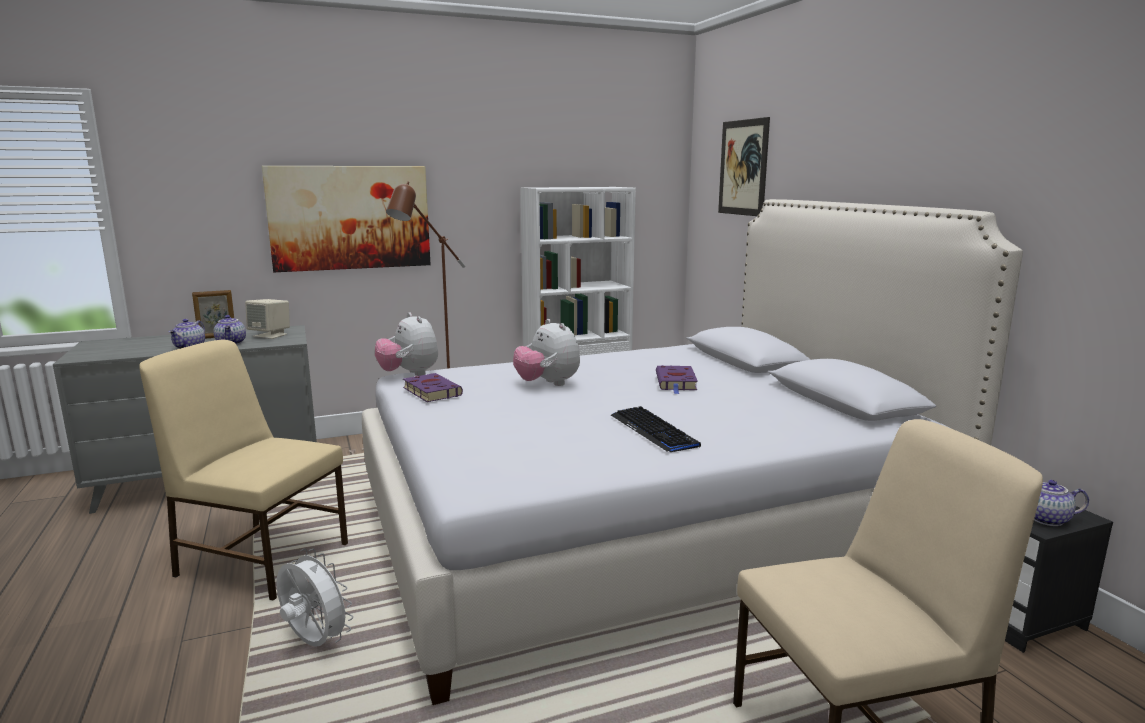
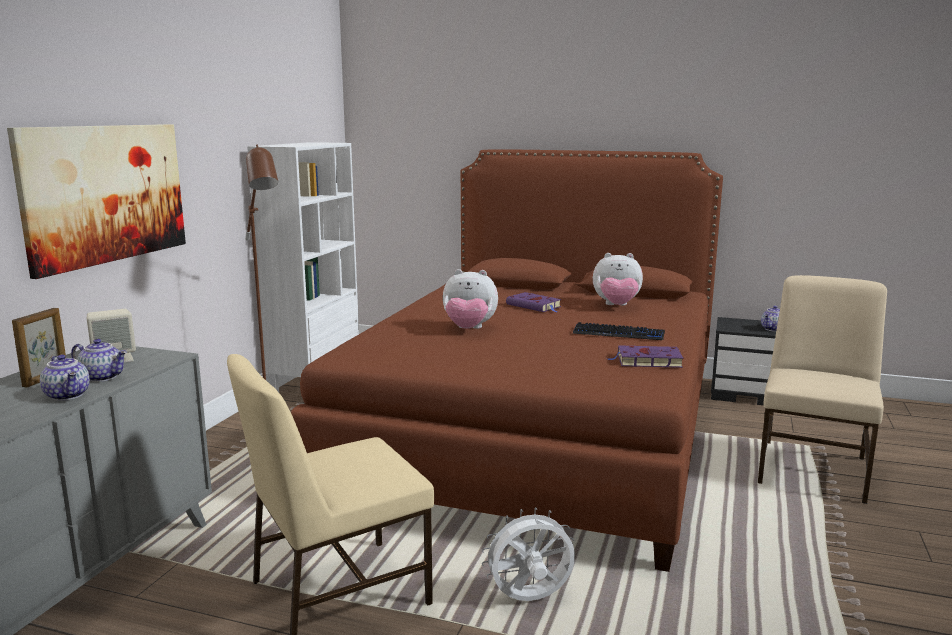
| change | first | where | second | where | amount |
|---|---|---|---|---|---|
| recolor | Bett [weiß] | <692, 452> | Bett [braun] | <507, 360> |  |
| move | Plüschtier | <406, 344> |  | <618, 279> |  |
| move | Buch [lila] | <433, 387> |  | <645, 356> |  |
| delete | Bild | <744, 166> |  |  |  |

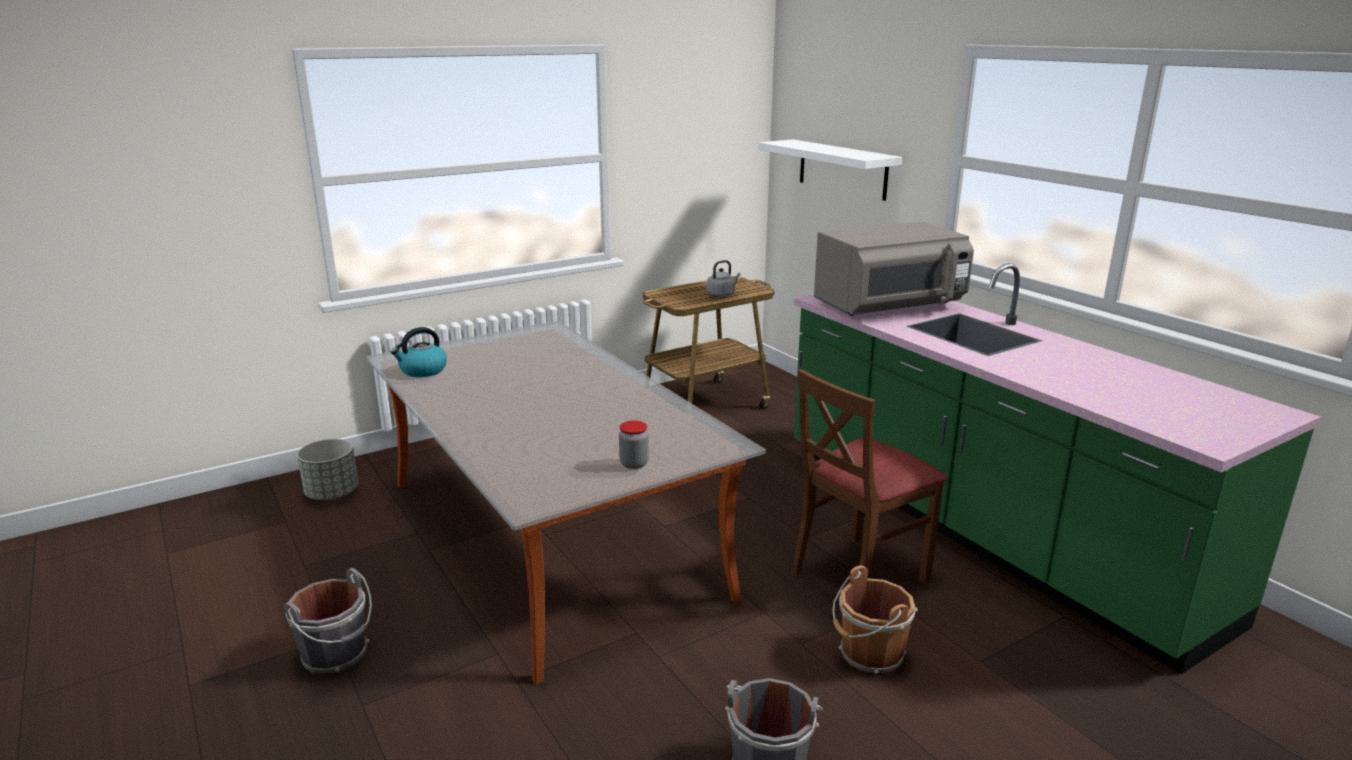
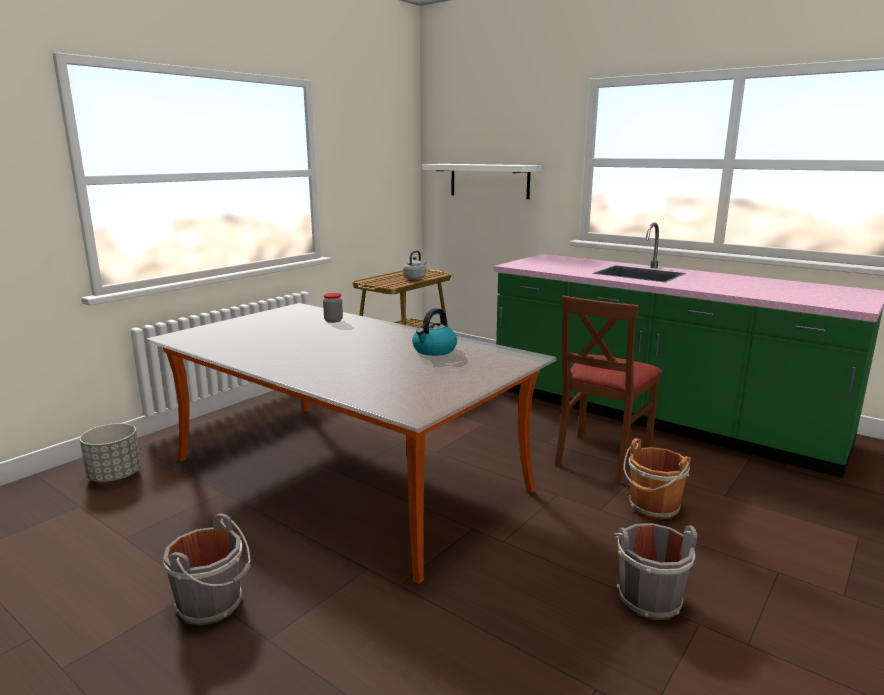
| change | first | where | second | where | amount |
|---|---|---|---|---|---|
| move | Wasserkessel | <418, 352> |  | <434, 332> |  |
| move | Vorratsglas | <634, 445> |  | <333, 308> |  |
| delete | Mikrowelle [grau] | <894, 269> |  |  |  |

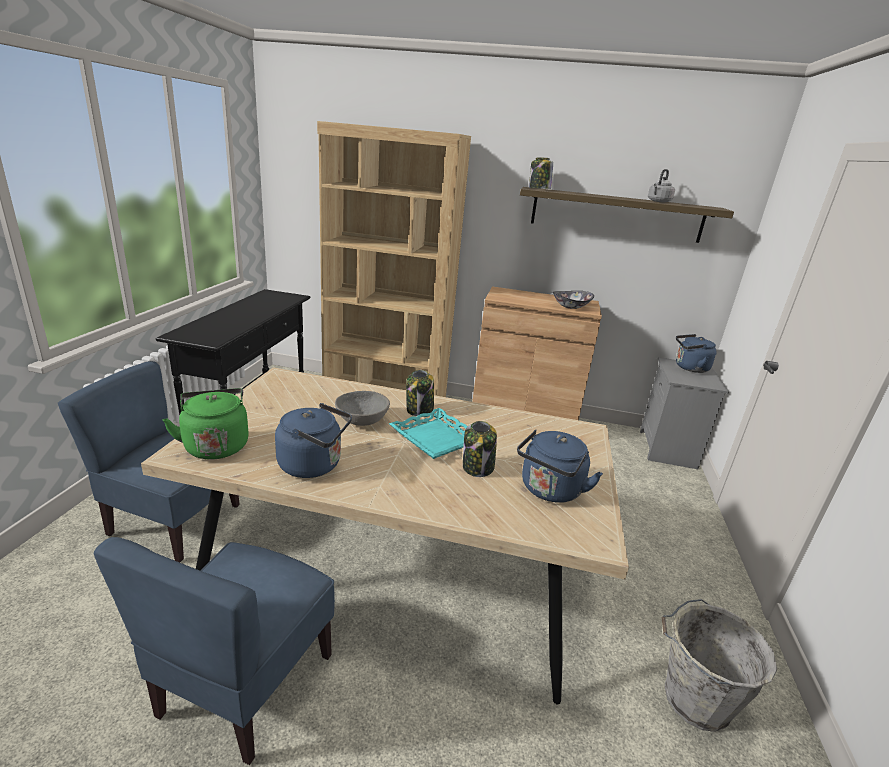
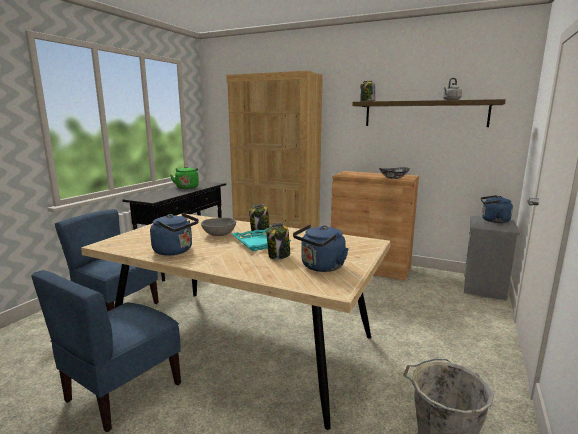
| change | first | where | second | where | amount |
|---|---|---|---|---|---|
| move | Wasserkessel [grün] | <206, 424> |  | <184, 177> |  |

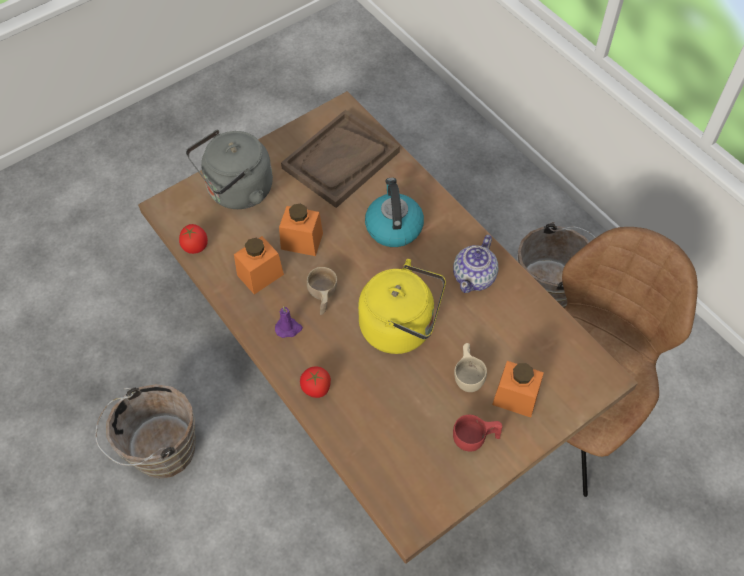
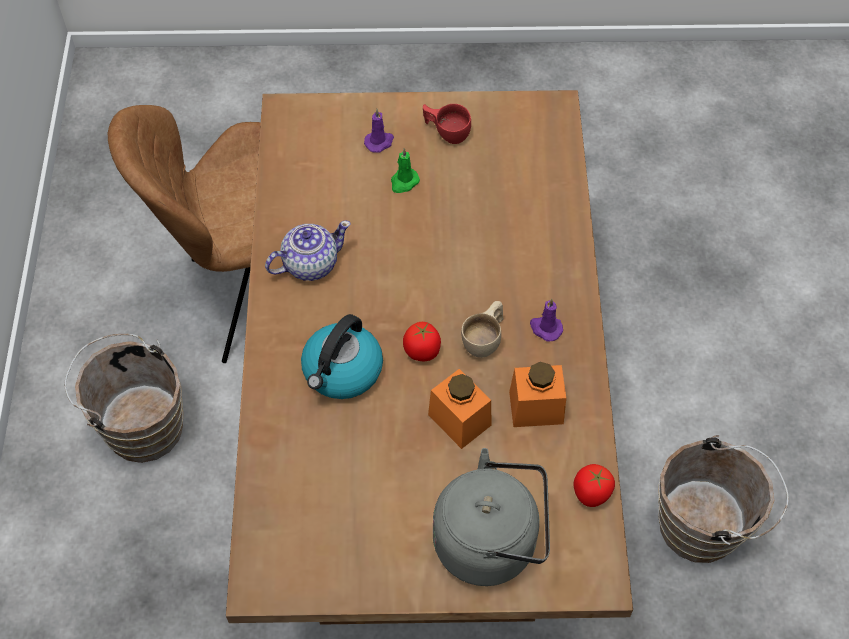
| change | first | where | second | where | amount |
|---|---|---|---|---|---|
| delete | Tablett [braun] | <340, 159> |  |  |  |
| move | Tomate | <315, 382> |  | <422, 341> |  |
| delete | Wasserkessel [gelb] | <402, 306> |  |  |  |
| replace | Tasse [beige] | <470, 367> | Kerze [grün] | <405, 170> |  |
| replace | Vorratsglas [orange] | <518, 389> | Kerze [lila] | <379, 130> |  |

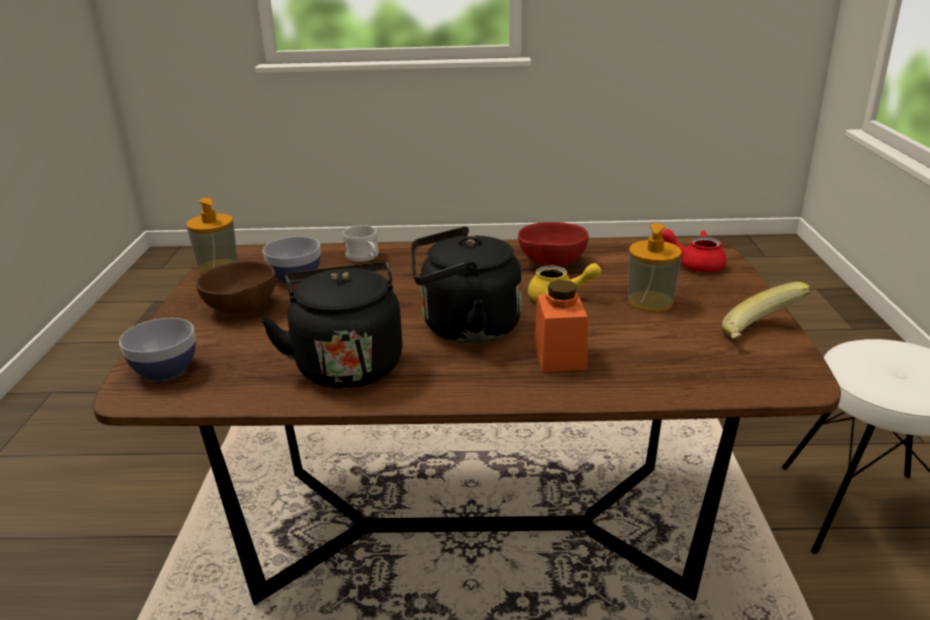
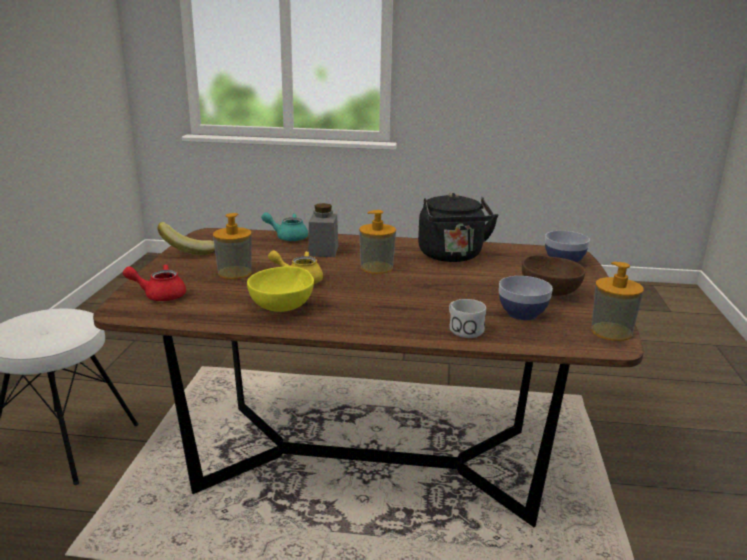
| change | first | where | second | where | amount |
|---|---|---|---|---|---|
| replace | Wasserkessel [schwarz] | <467, 285> | Seifenspender | <377, 242> |  |
| recolor | Schüssel [rot] | <553, 244> | Schüssel [gelb] | <280, 289> |  |
| recolor | Vorratsglas [orange] | <561, 326> | Vorratsglas [grau] | <323, 230> |  |
| rotate | Teekanne [rot] | <694, 250> |  | <154, 282> | 150 degrees clockwise |
| insert |  |  | Teekanne [türkis] | <284, 226> |  |

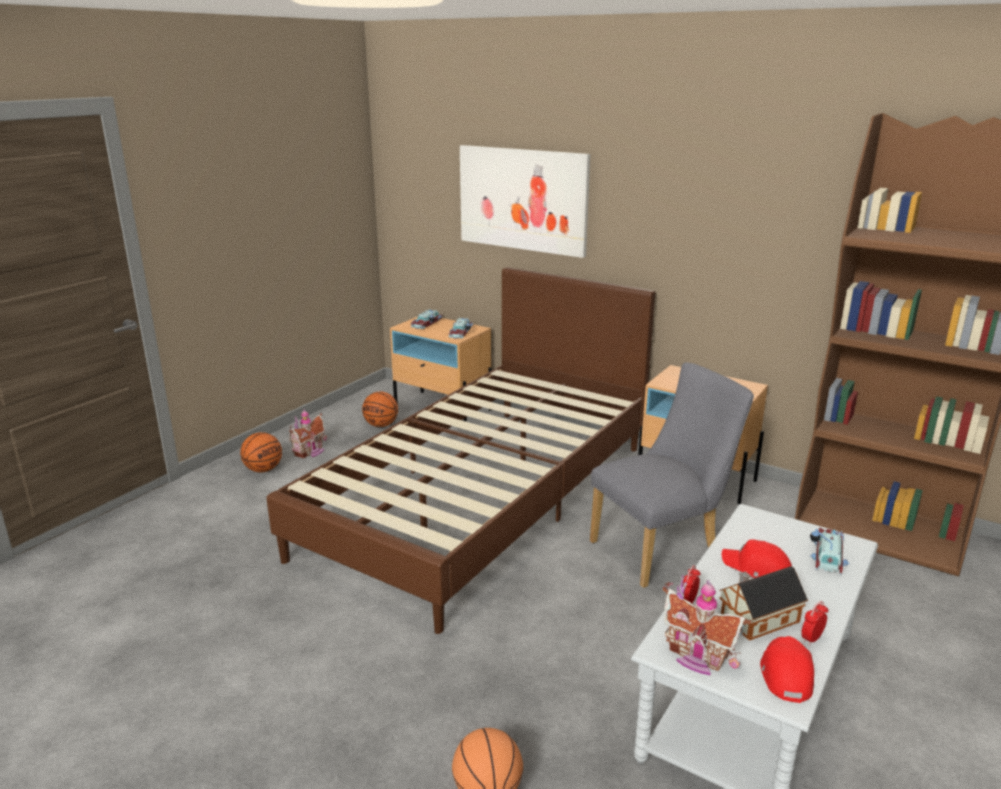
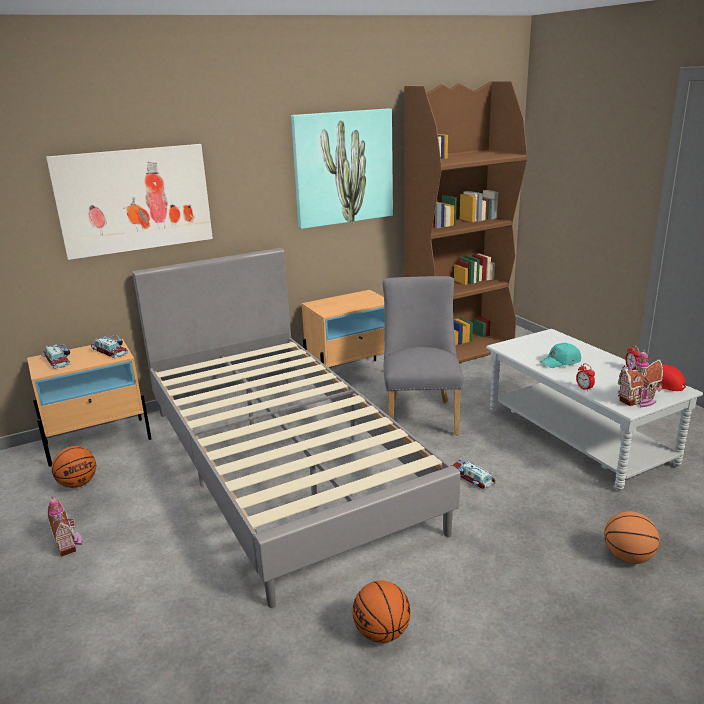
| change | first | where | second | where | amount |
|---|---|---|---|---|---|
| move | Basketball | <261, 452> |  | <382, 612> |  |
| recolor | Bett [braun] | <460, 450> | Bett [grau] | <296, 428> |  |
| delete | Spielzeughaus | <763, 603> |  |  |  |
| recolor | Kappe [rot] | <757, 558> | Kappe [türkis] | <560, 355> |  |
| move | Spielzeugauto | <830, 551> |  | <473, 475> |  |
| insert |  |  | Bild | <342, 169> |  |

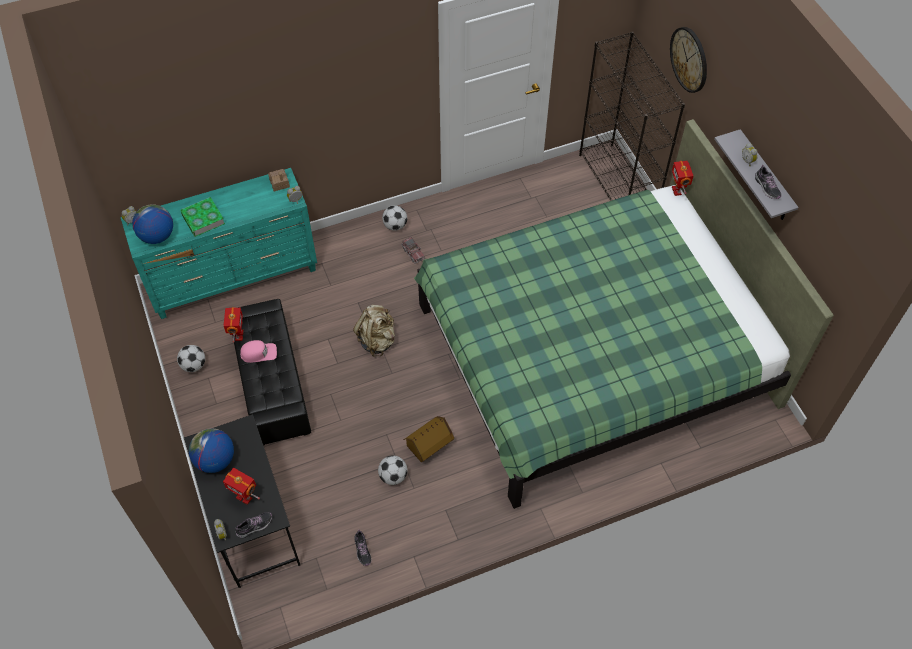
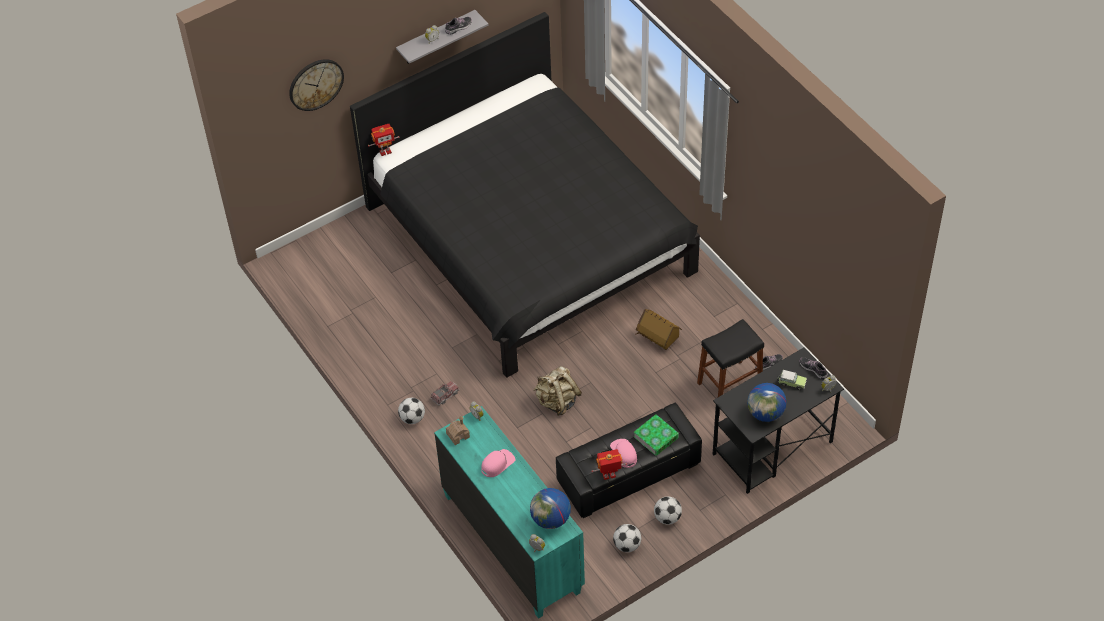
| change | first | where | second | where | amount |
|---|---|---|---|---|---|
| move | Buch | <202, 217> |  | <656, 435> |  |
| replace | Spielzeugroboter | <241, 486> | Spielzeugauto | <792, 380> |  |
| move | Fußball | <392, 470> |  | <668, 510> |  |
| recolor | Bett [grün] | <624, 314> | Bett [schwarz] | <525, 195> |  |
| delete | Bücherregal [schwarz] | <632, 116> |  |  |  |
| insert |  |  | Kappe [rosa] | <498, 463> |  |
| insert |  |  | Hocker [schwarz] | <730, 358> |  |

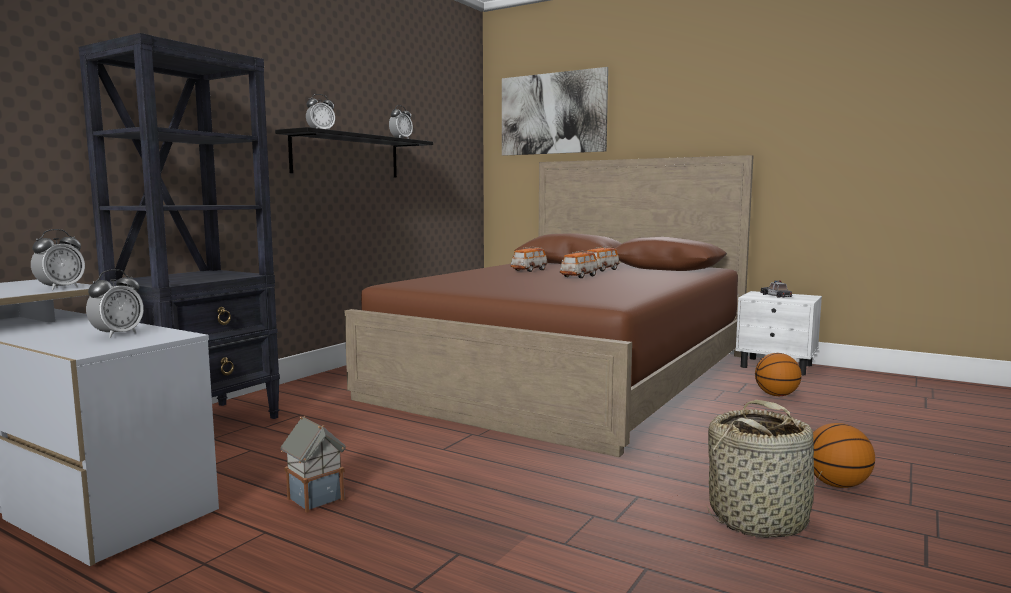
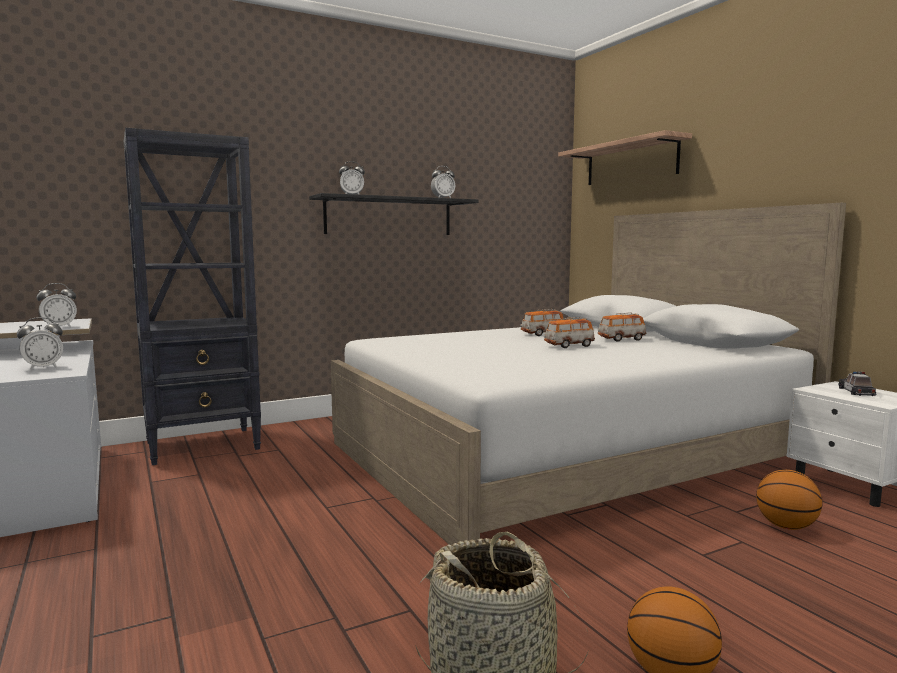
| change | first | where | second | where | amount |
|---|---|---|---|---|---|
| delete | Spielzeughaus | <313, 464> |  |  |  |
| recolor | Bett [braun] | <549, 306> | Bett [weiß] | <588, 374> |  |
| replace | Bild | <555, 111> | Wandregal | <625, 157> |  |

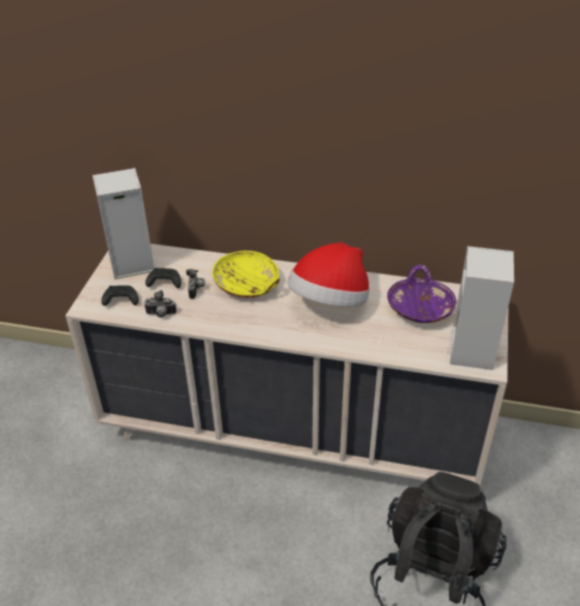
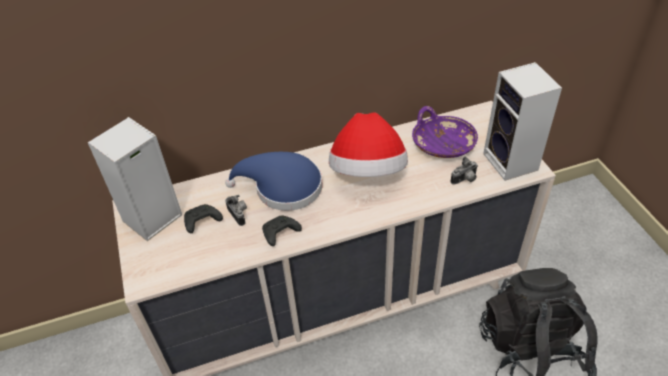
| change | first | where | second | where | amount |
|---|---|---|---|---|---|
| move | Gamepad [schwarz] | <120, 295> |  | <282, 230> |  |
| move | Kamera | <160, 304> |  | <464, 170> |  |
| replace | Schüssel [gelb] | <246, 274> | Hut [blau] | <273, 181> |  |

